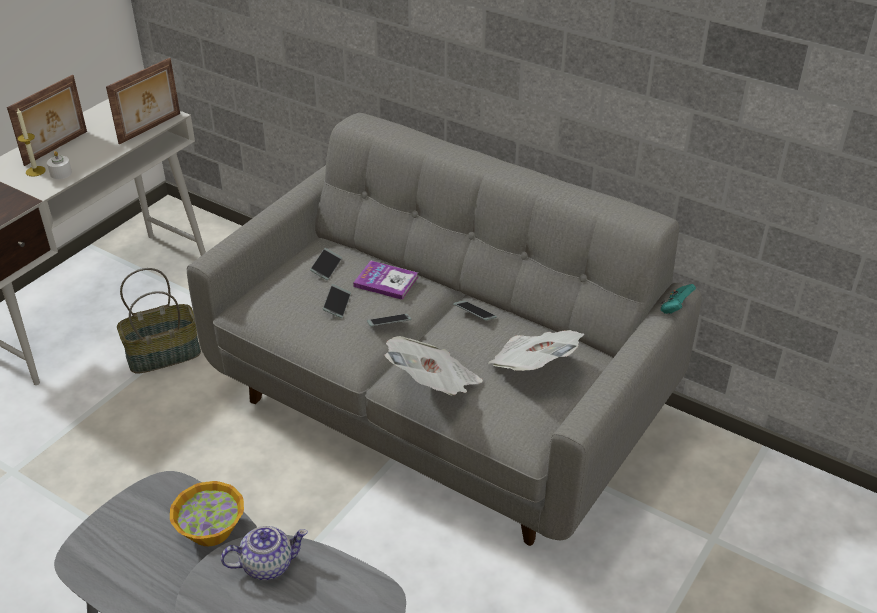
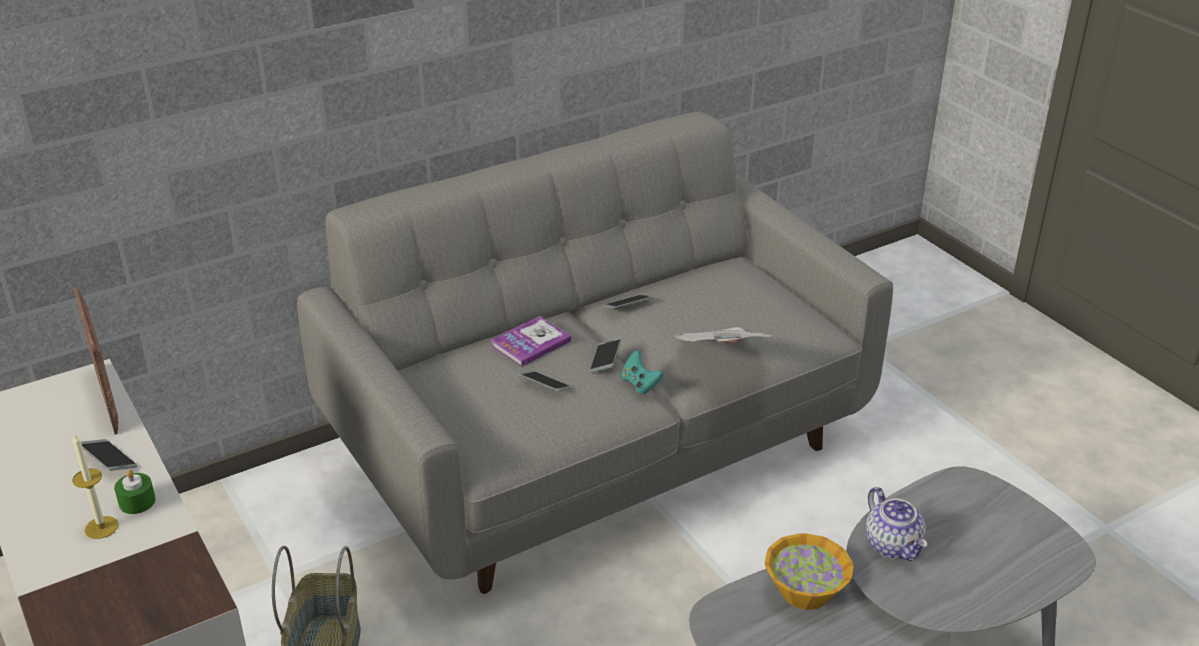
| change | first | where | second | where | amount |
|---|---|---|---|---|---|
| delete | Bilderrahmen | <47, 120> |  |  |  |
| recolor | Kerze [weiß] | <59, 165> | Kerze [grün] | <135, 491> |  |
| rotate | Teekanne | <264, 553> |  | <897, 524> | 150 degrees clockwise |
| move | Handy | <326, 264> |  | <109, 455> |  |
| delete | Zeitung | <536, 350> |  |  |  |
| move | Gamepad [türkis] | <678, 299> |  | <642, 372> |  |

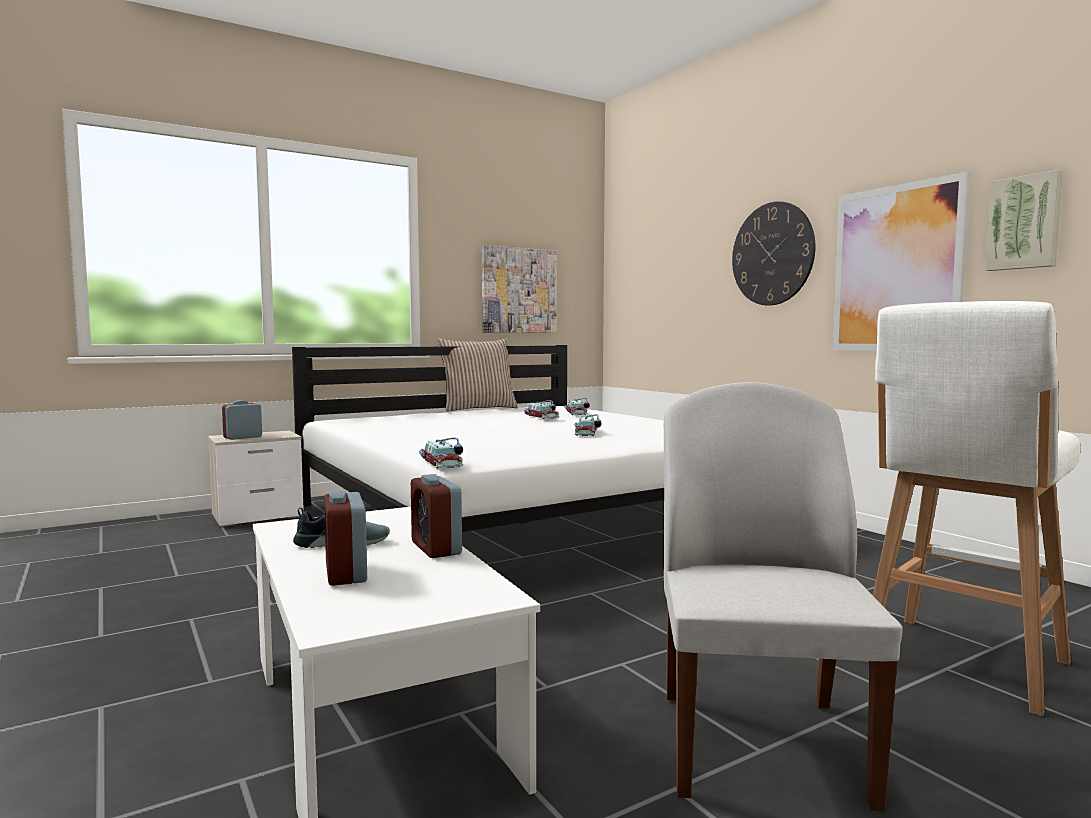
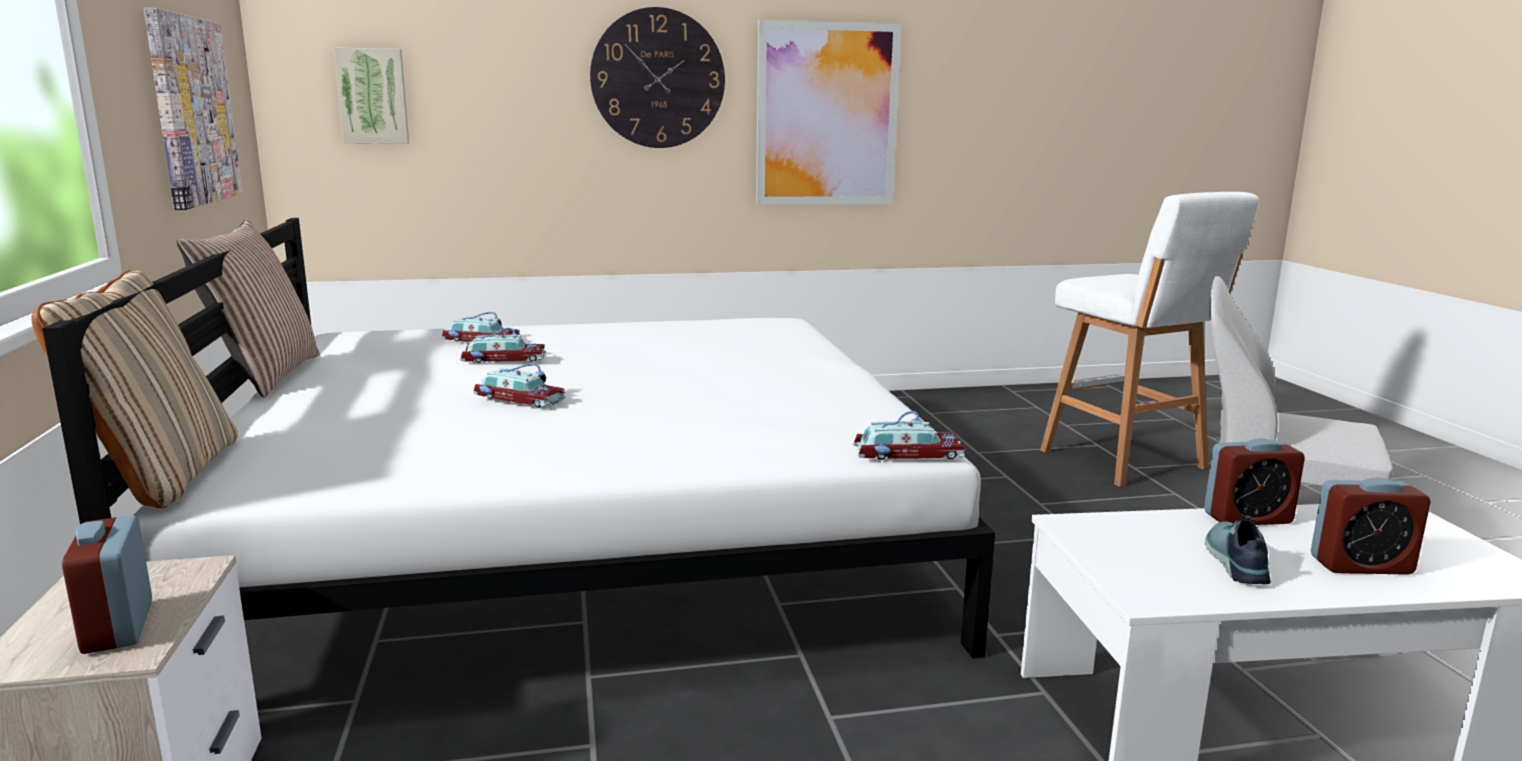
| change | first | where | second | where | amount |
|---|---|---|---|---|---|
| move | Spielzeugauto | <588, 425> |  | <520, 385> |  |
| move | Bild | <1024, 220> |  | <371, 95> |  |
| insert |  |  | Kissen [beige] | <134, 389> |  |

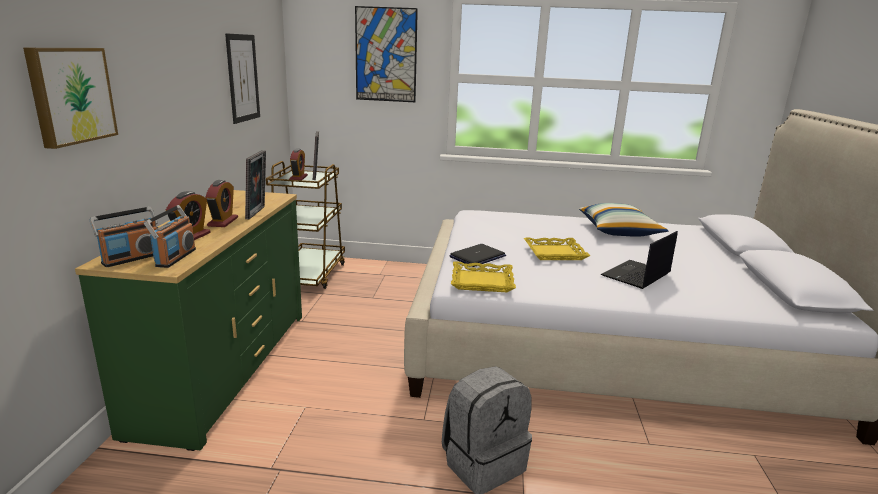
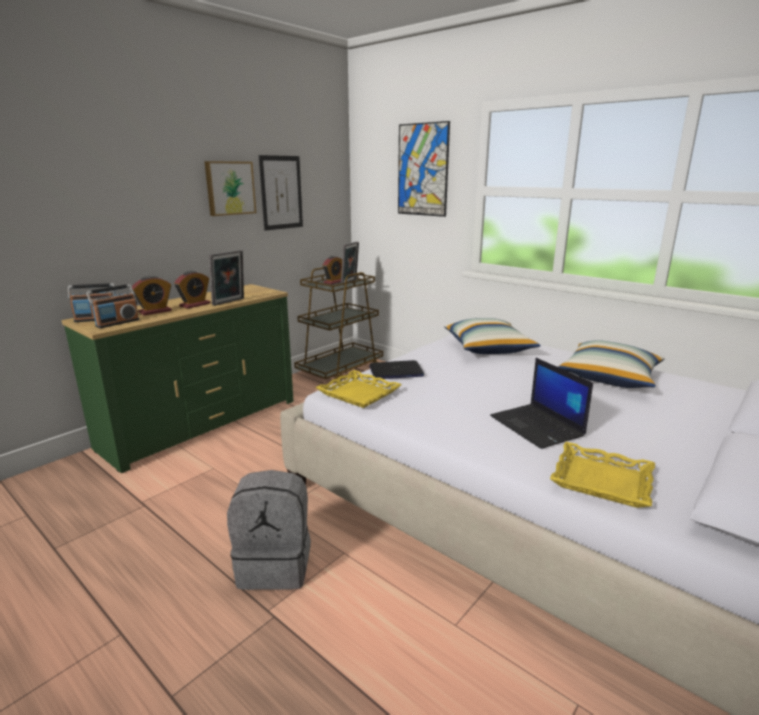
| change | first | where | second | where | amount |
|---|---|---|---|---|---|
| move | Bild | <70, 98> |  | <230, 188> |  |
| move | Tablett [gelb] | <557, 249> |  | <602, 475> |  |
| rotate | Laptop | <639, 260> |  | <541, 403> | 105 degrees counterclockwise |
| insert |  |  | Kissen | <492, 336> |  |

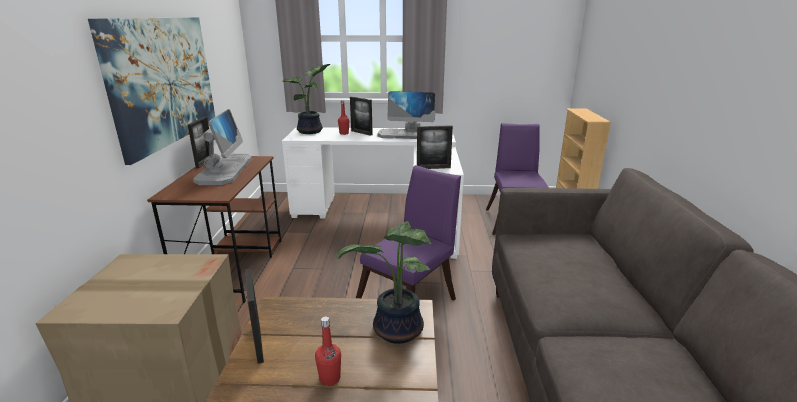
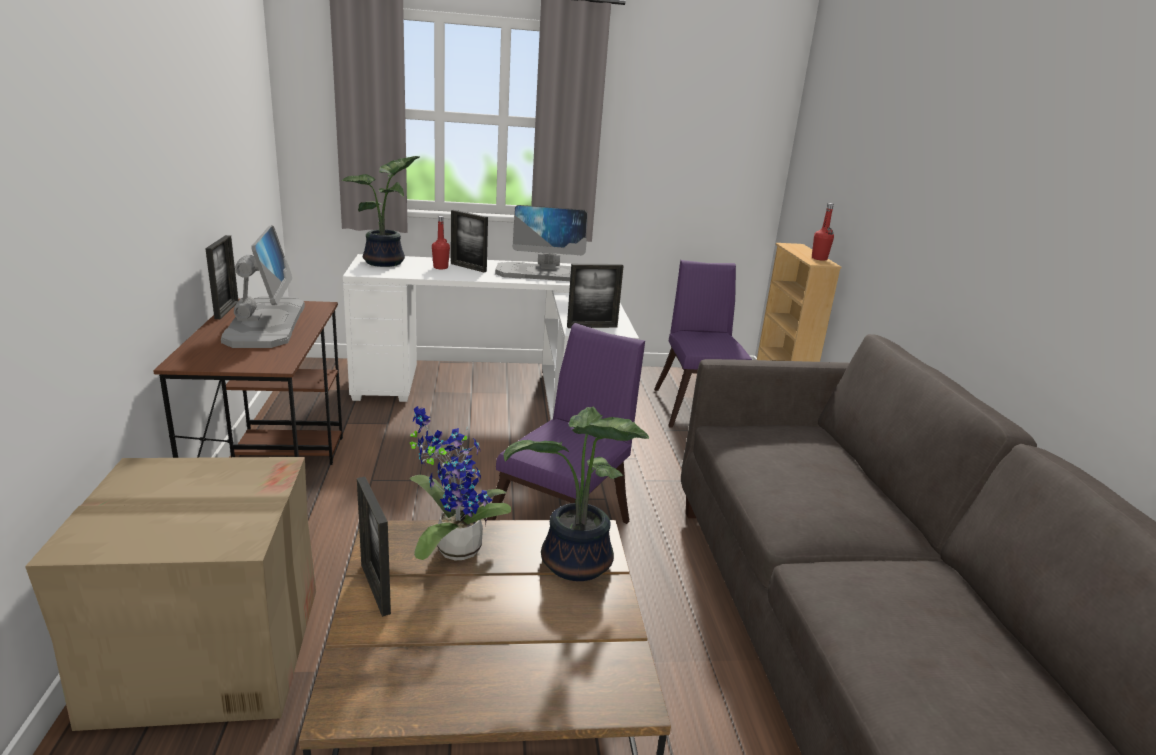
| change | first | where | second | where | amount |
|---|---|---|---|---|---|
| delete | Bild | <151, 91> |  |  |  |
| move | Flasche [rot] | <328, 351> |  | <823, 232> |  |
| insert |  |  | Topfpflanze | <460, 483> |  |

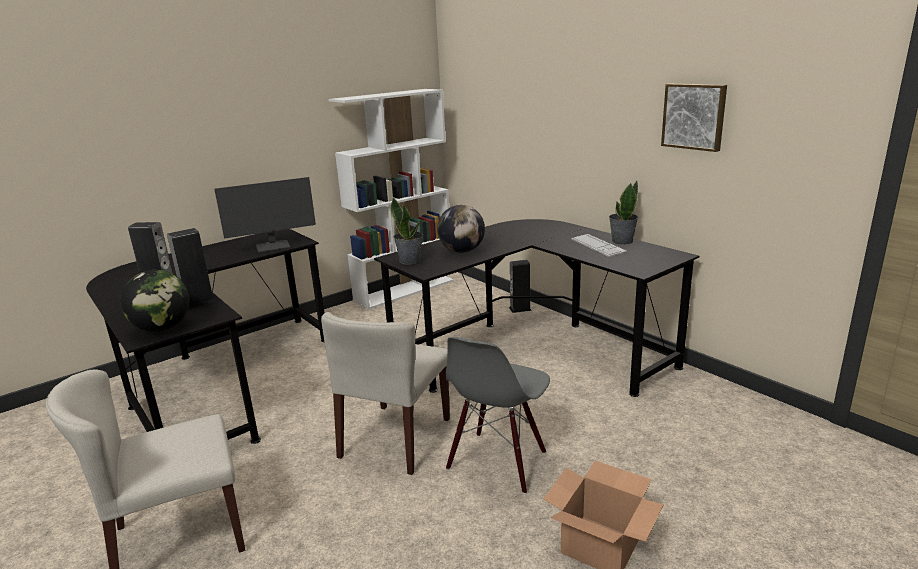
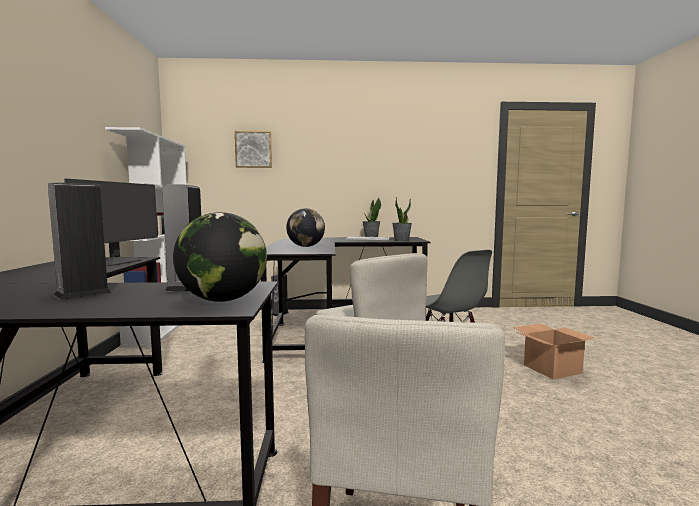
| change | first | where | second | where | amount |
|---|---|---|---|---|---|
| move | Topfpflanze | <406, 231> |  | <402, 219> |  |
| move | Bild | <694, 118> |  | <253, 149> |  |

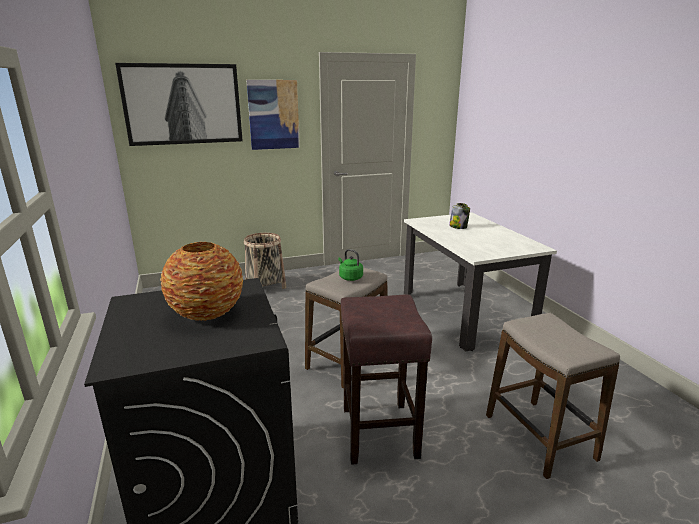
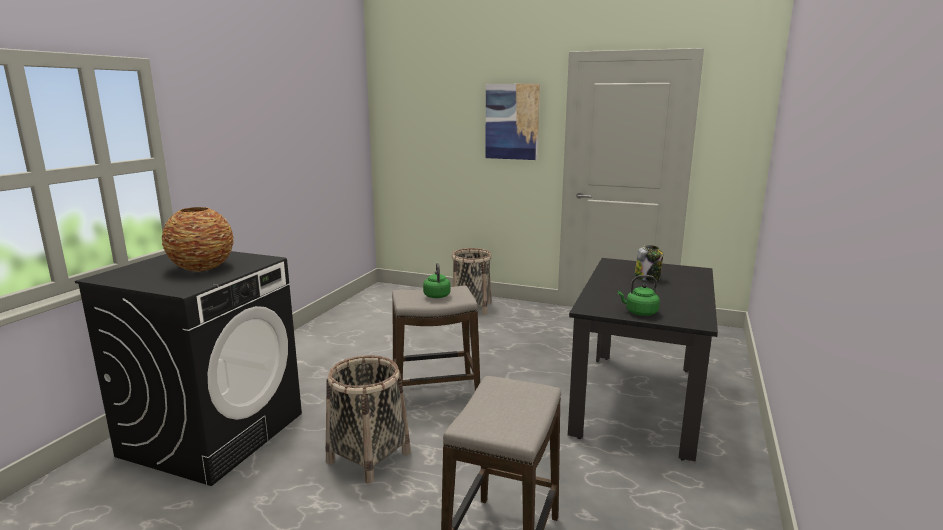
| change | first | where | second | where | amount |
|---|---|---|---|---|---|
| delete | Bild | <179, 104> |  |  |  |
| replace | Hocker [braun] | <386, 379> | Korb | <368, 419> |  |
| recolor | Esstisch [weiß] | <480, 282> | Esstisch [schwarz] | <643, 359> |  |
| insert |  |  | Wasserkessel [grün] | <638, 295> |  |

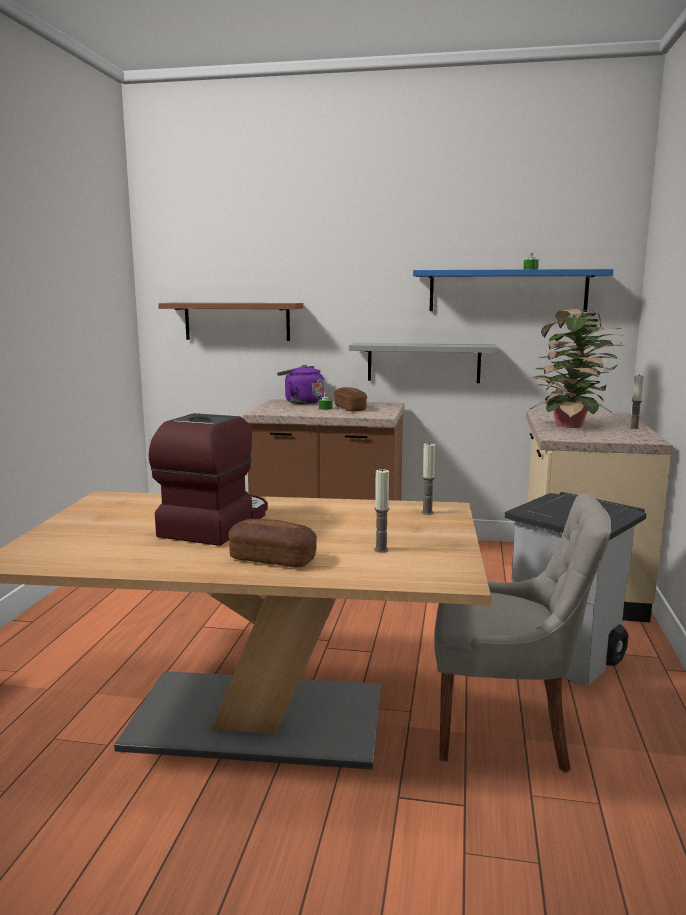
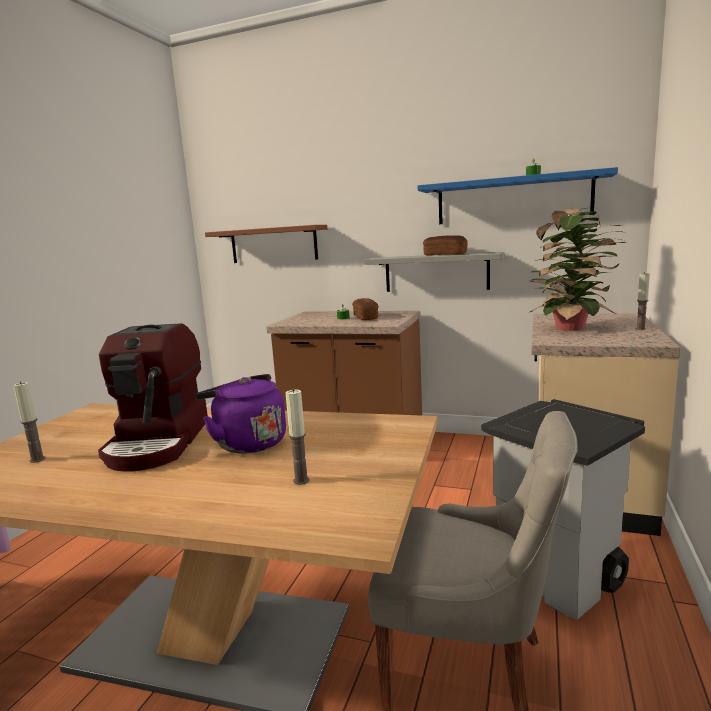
| change | first | where | second | where | amount |
|---|---|---|---|---|---|
| rotate | Kaffeemaschine | <208, 479> |  | <153, 397> | 150 degrees clockwise |
| move | Brot | <272, 543> |  | <445, 245> |  |
| move | Wasserkessel [lila] | <300, 384> |  | <241, 413> |  |
| move | Kerze | <428, 478> |  | <29, 422> |  |

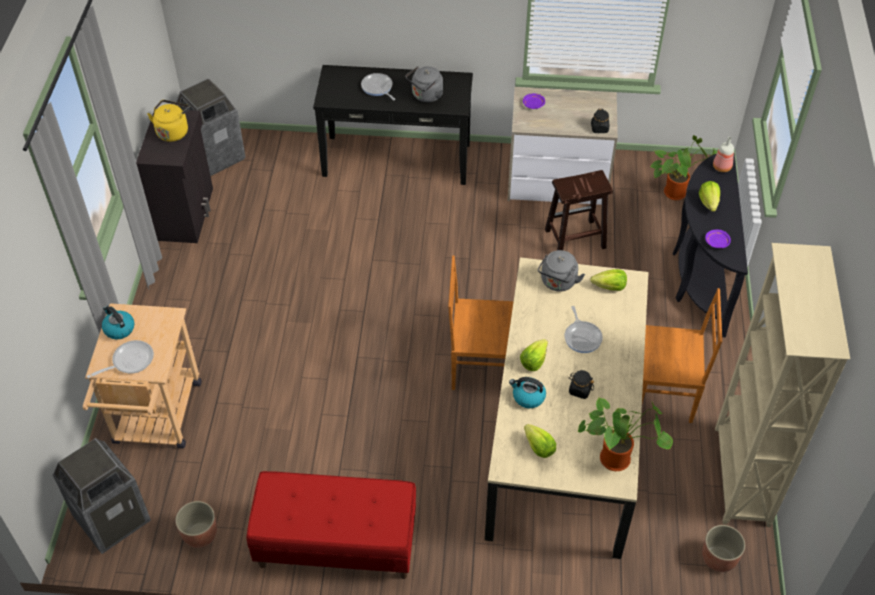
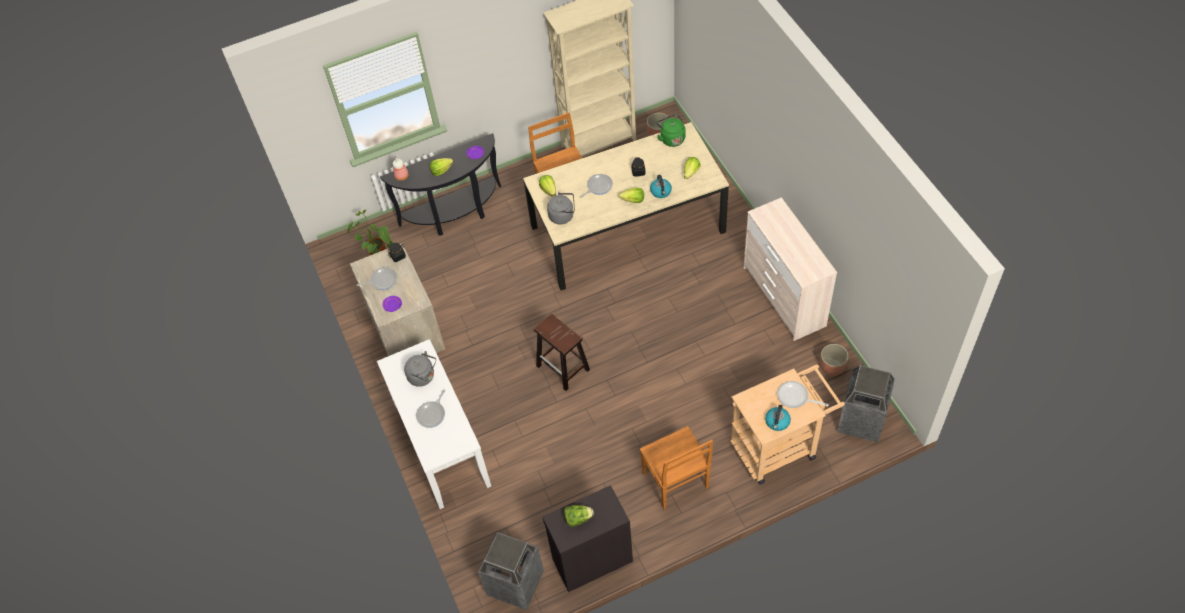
| change | first | where | second | where | amount |
|---|---|---|---|---|---|
| replace | Wasserkessel [gelb] | <168, 121> | Salatkopf | <579, 516> |  |
| replace | Bank [rot] | <331, 525> | Kommode [beige] | <790, 269> |  |
| recolor | Konsolentisch [schwarz] | <393, 125> | Konsolentisch [weiß] | <434, 424> |  |
| move | Stuhl [braun] | <481, 323> |  | <676, 467> |  |
| move | Hocker [braun] | <579, 210> |  | <562, 352> |  |
| replace | Topfpflanze | <625, 434> | Wasserkessel [grün] | <671, 130> |  |
| insert |  |  | Pfanne | <377, 278> |  |

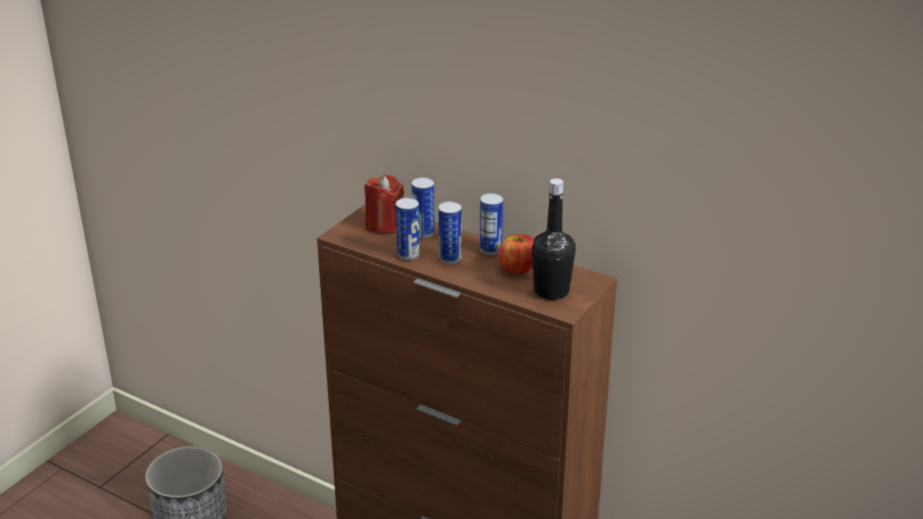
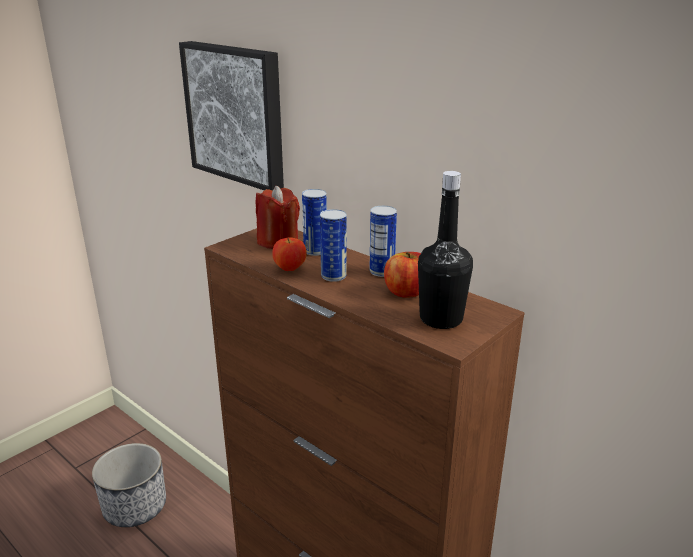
| change | first | where | second | where | amount |
|---|---|---|---|---|---|
| replace | Dose | <408, 229> | Apfel | <289, 254> |  |
| insert |  |  | Bild | <231, 116> |  |

